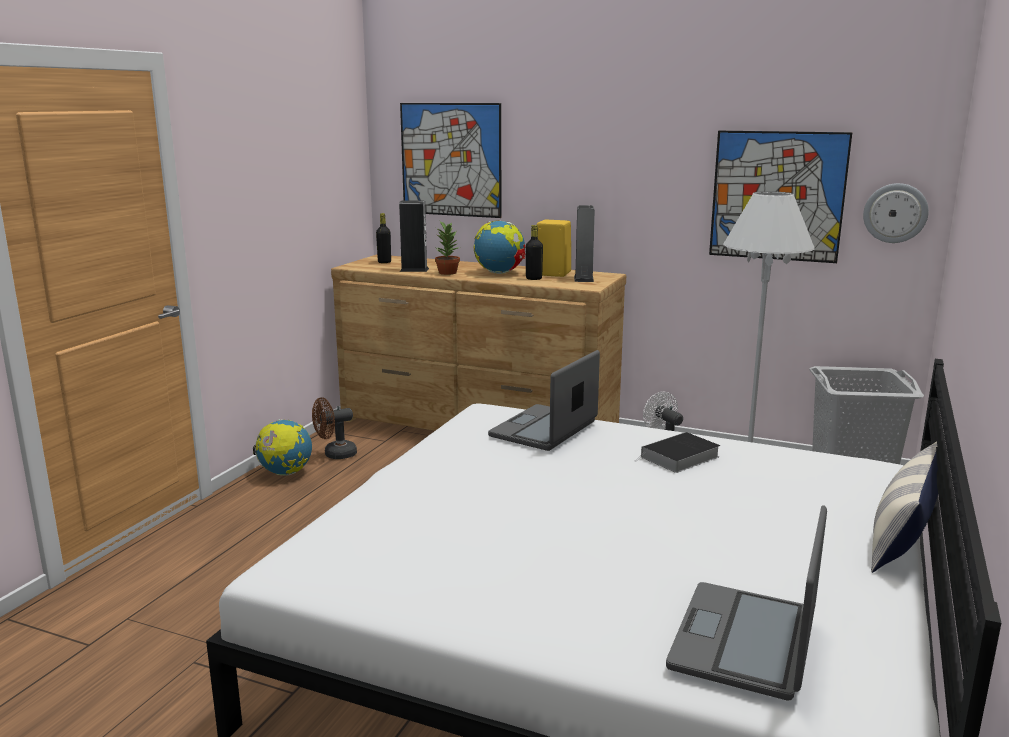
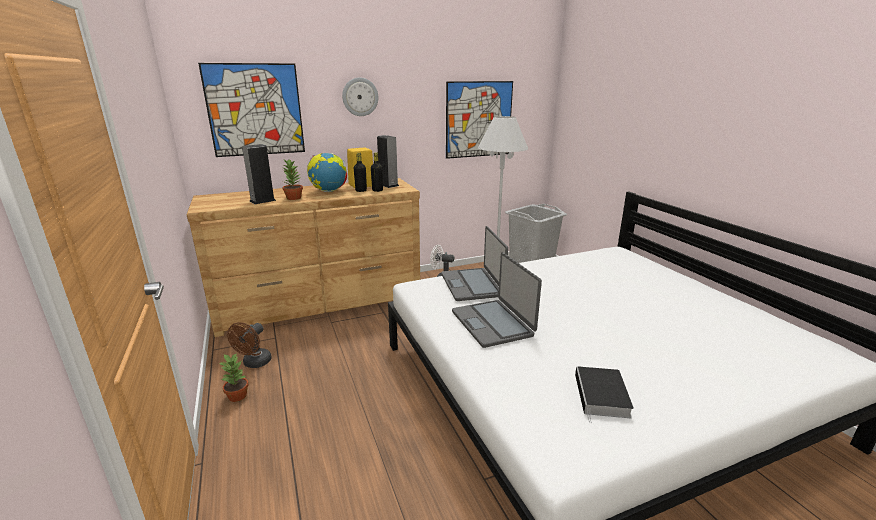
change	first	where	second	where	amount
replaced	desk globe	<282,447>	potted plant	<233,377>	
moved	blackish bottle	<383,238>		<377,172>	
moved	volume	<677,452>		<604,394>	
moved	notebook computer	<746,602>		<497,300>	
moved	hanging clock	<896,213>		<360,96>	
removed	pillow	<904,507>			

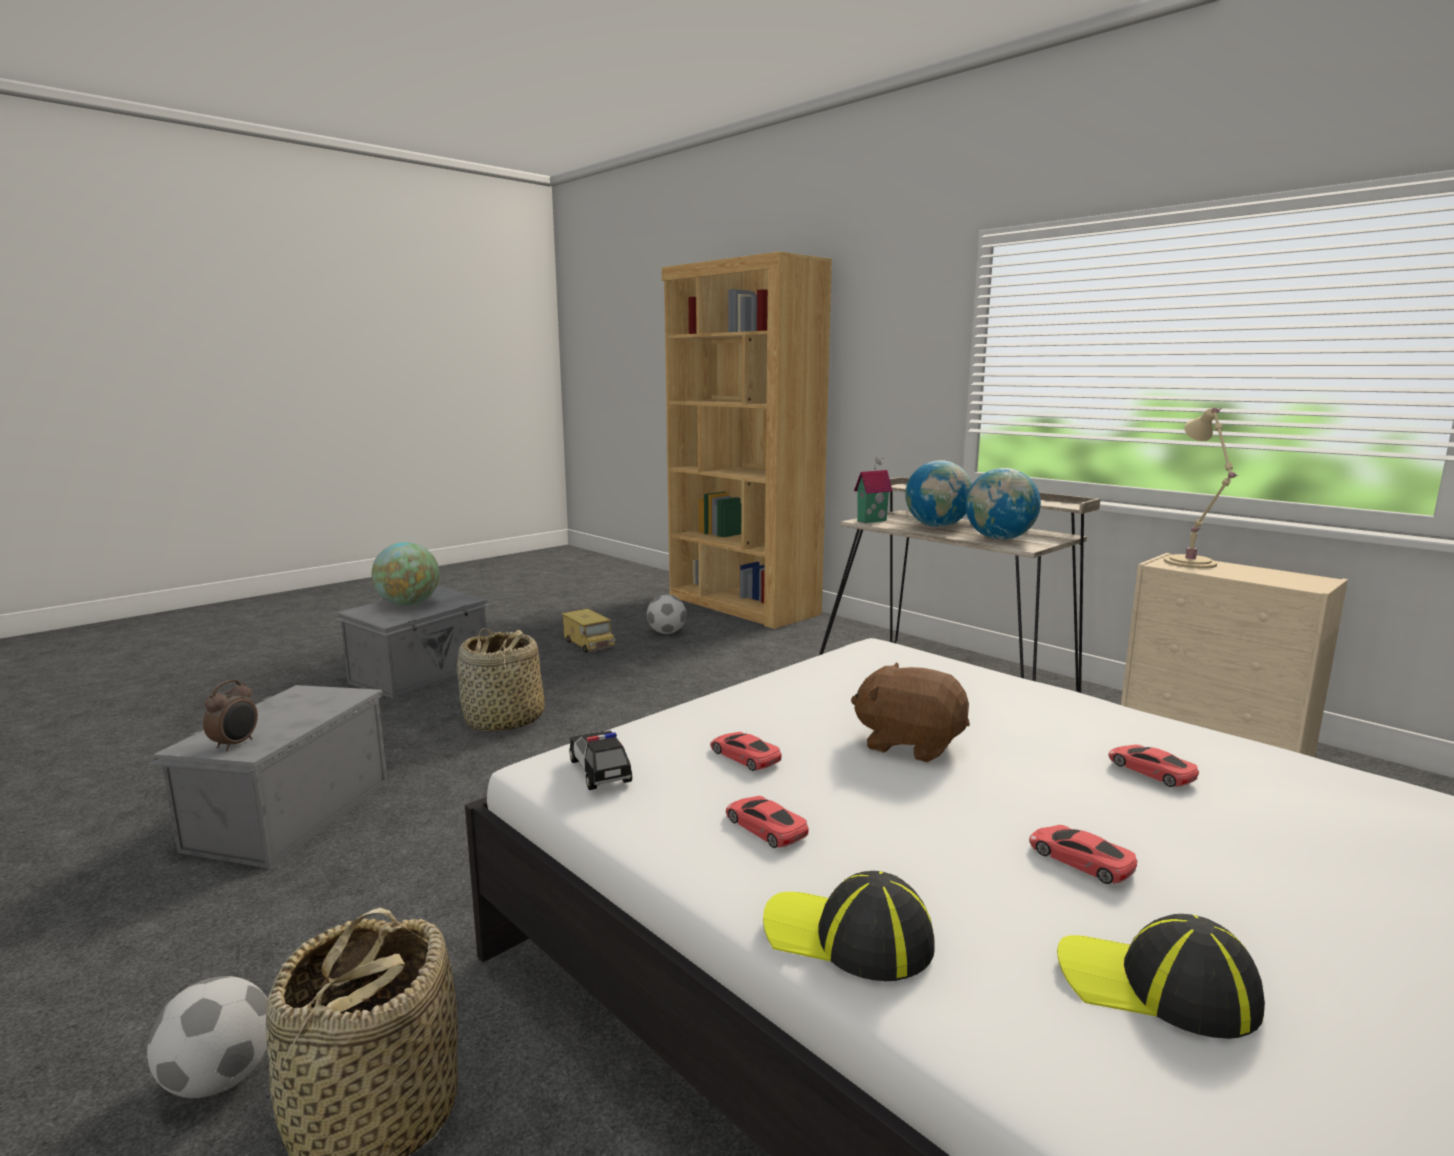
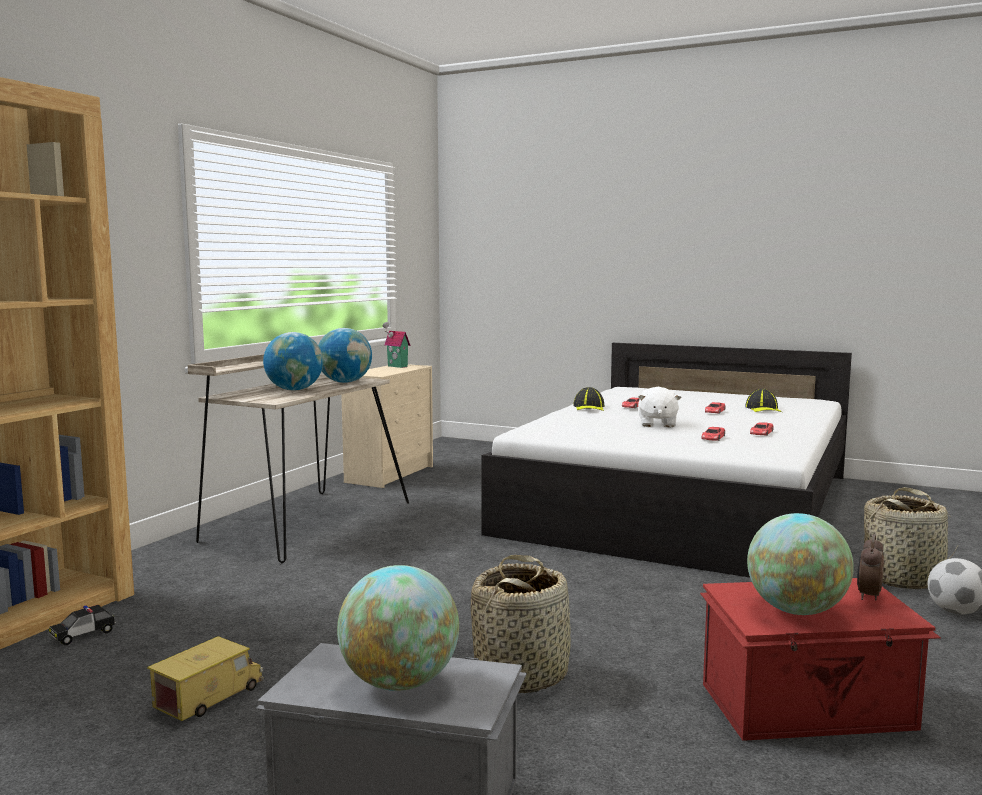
change	first	where	second	where	amount
recoloured	grey storage container	<268,777>	red-coloured storage container	<820,659>	
turned	table clock	<230,715>		<870,567>	60 degrees counterclockwise
moved	toy car	<600,760>		<82,625>	
removed	ball for football	<666,614>			
moved	cap	<849,926>		<588,399>	
recoloured	brownish plush toy	<910,712>	white-coloured plush toy	<660,407>	
moved	toy house	<873,489>		<397,345>	
removed	beige lamp for a table	<1201,488>			
added			desk globe	<800,564>	

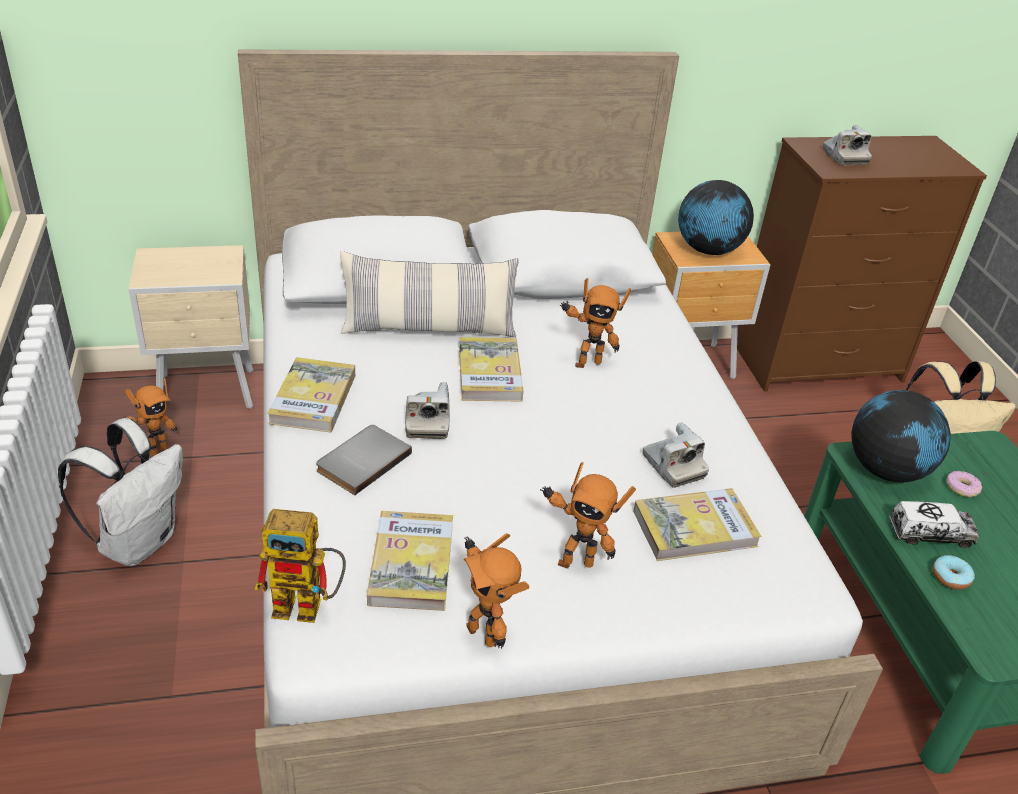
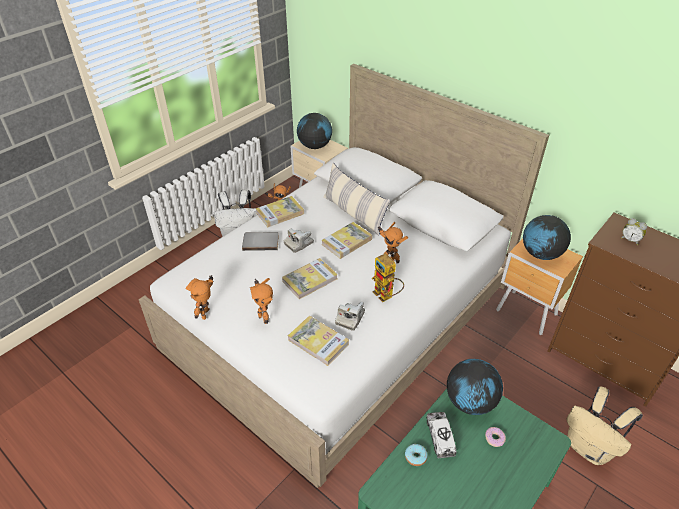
change	first	where	second	where	amount
moved	robot figure	<300,566>		<388,277>	
moved	volume	<410,561>		<310,278>	
replaced	still camera	<847,145>	table clock	<634,231>	
turned	toy truck	<934,524>		<441,435>	150 degrees counterclockwise
added			desk globe	<314,131>	

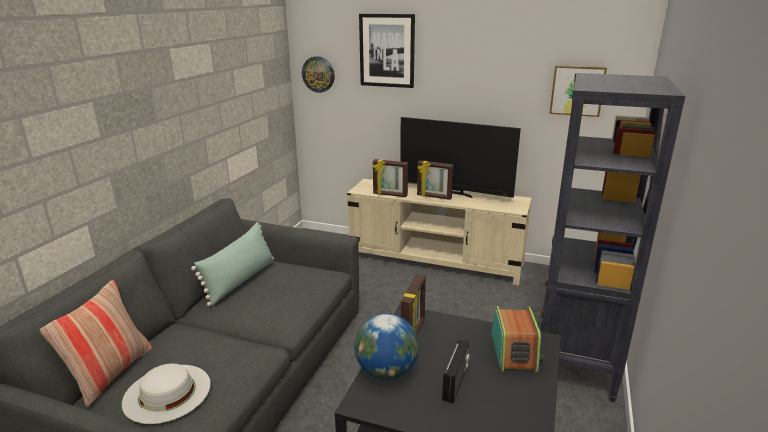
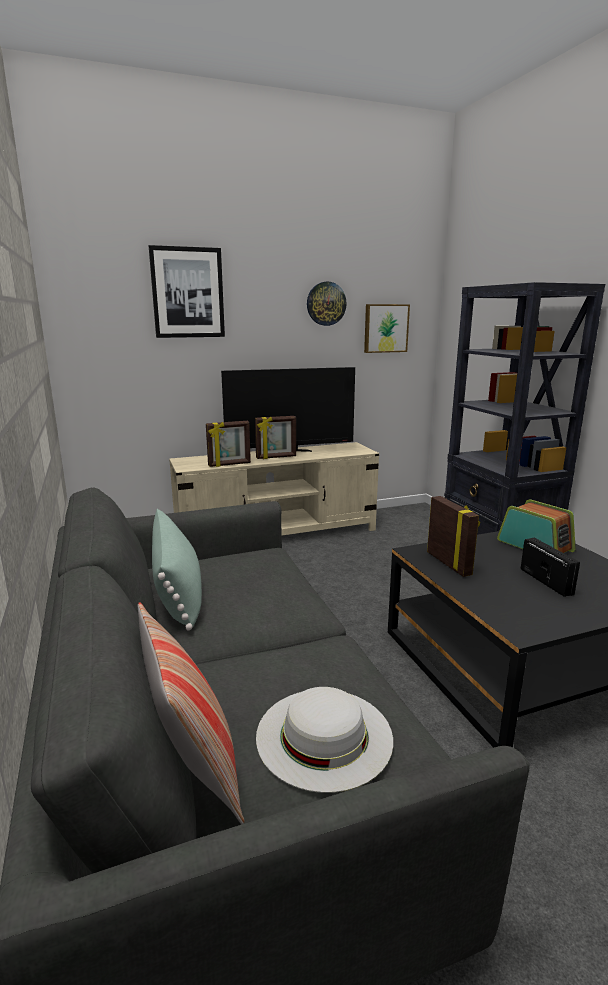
change	first	where	second	where	amount
moved	hanging clock	<318,74>		<327,304>	
removed	desk globe	<386,346>			

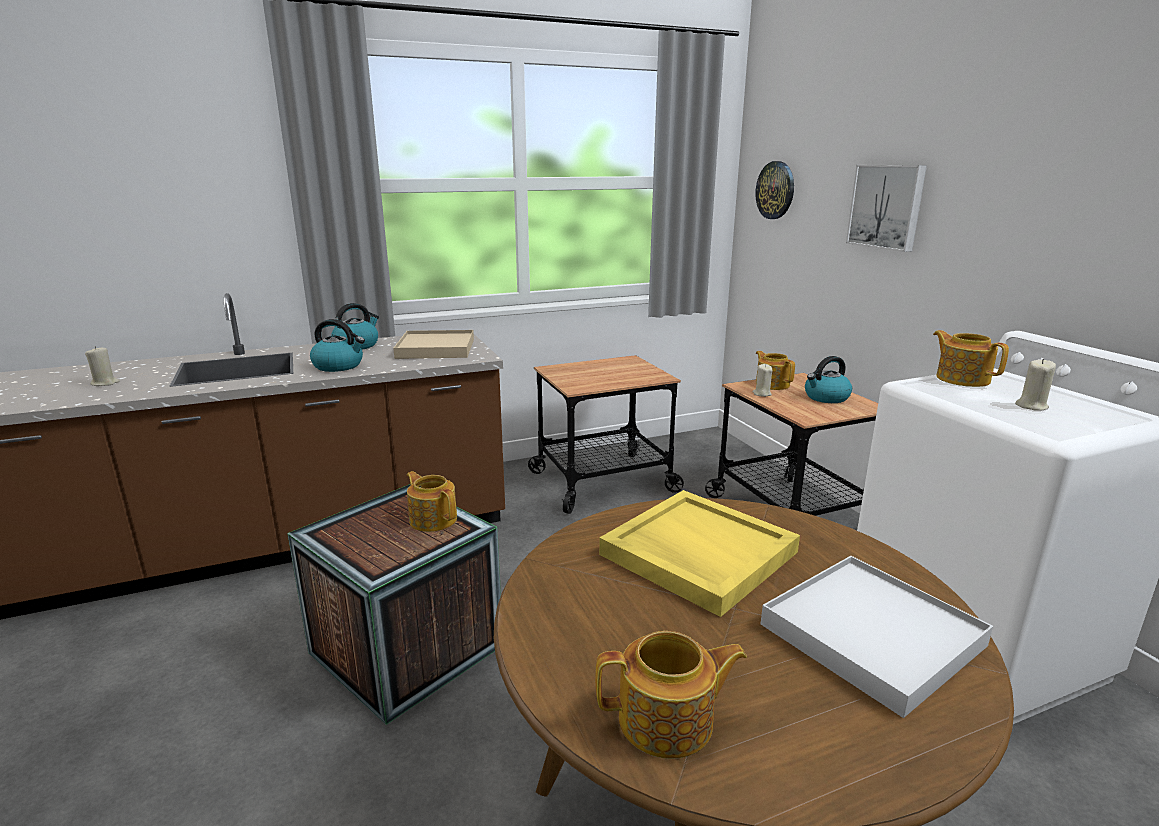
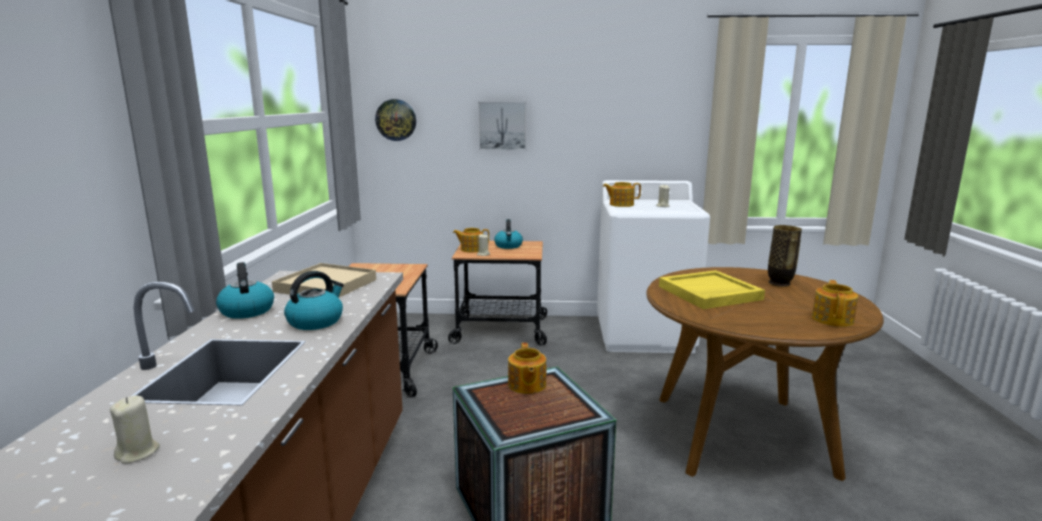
change	first	where	second	where	amount
turned	pot for tea	<432,501>		<527,368>	75 degrees counterclockwise
replaced	white-coloured tray	<877,637>	vase	<785,256>	

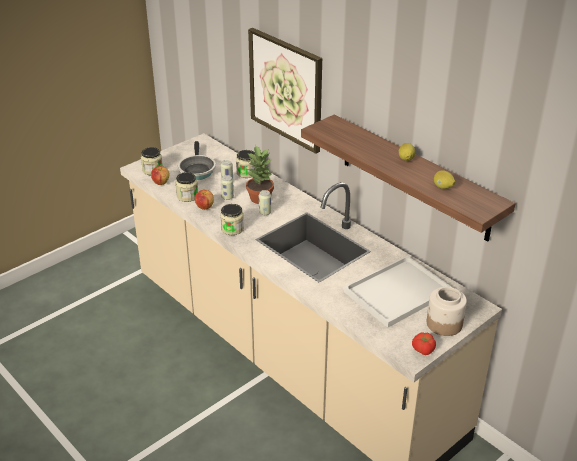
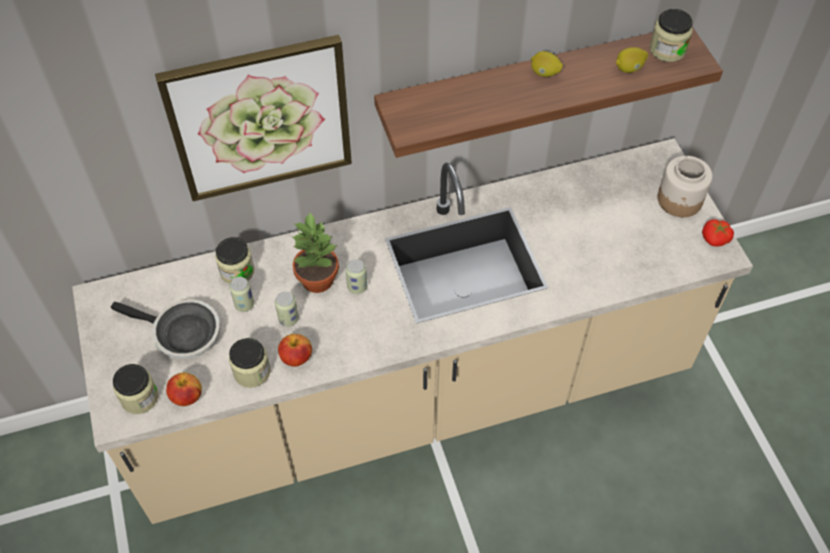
change	first	where	second	where	amount
moved	storage jar	<232,219>		<671,35>	
removed	white-coloured tray	<397,291>			

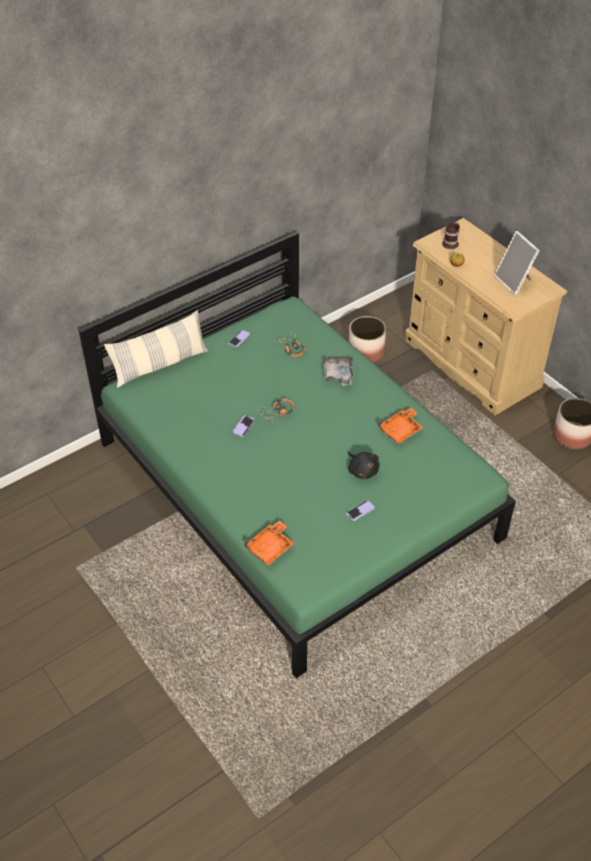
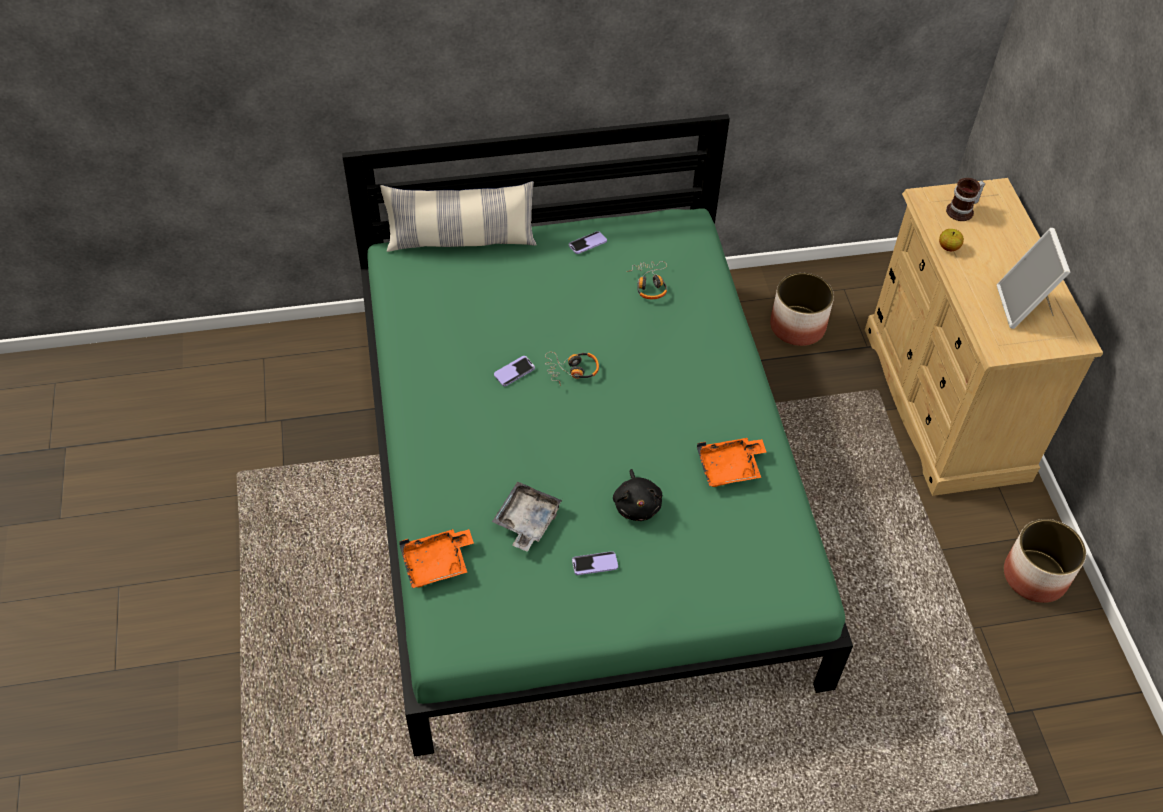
change	first	where	second	where	amount
moved	grey tray	<338,371>		<527,516>	

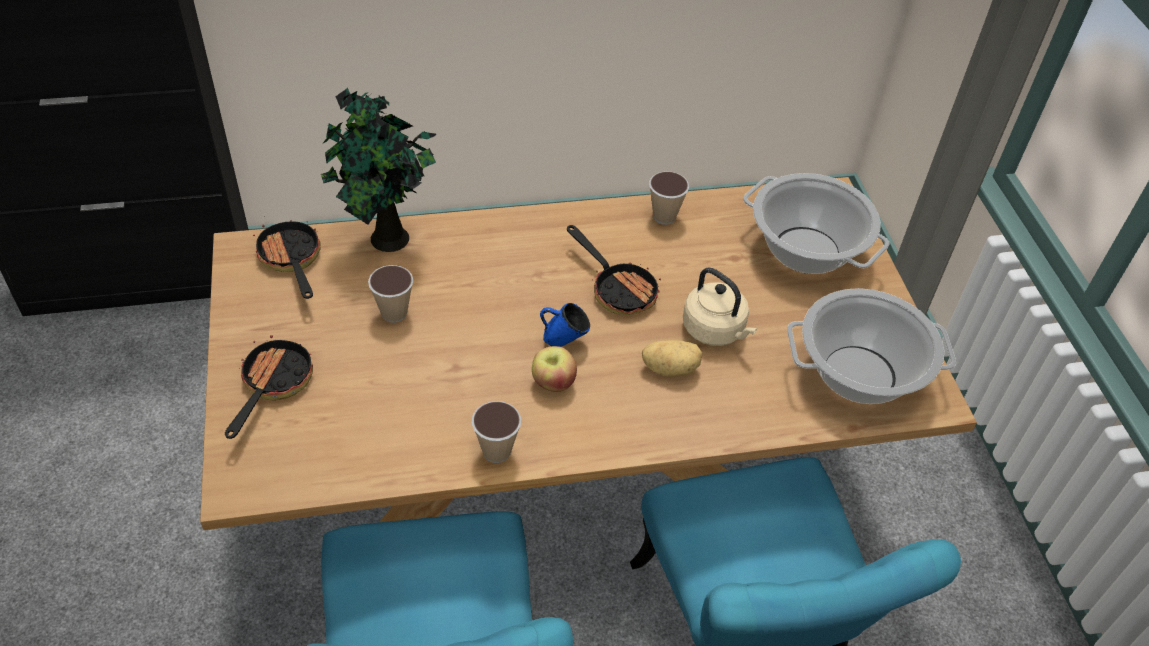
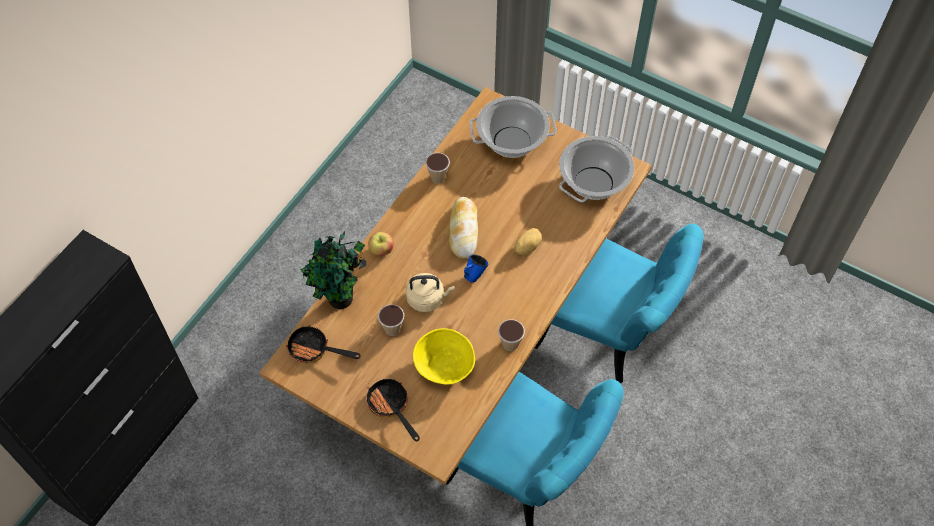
change	first	where	second	where	amount
moved	whole apple	<554,369>		<381,244>	
replaced	skillet	<614,270>	baked bread	<463,228>	
moved	beige water kettle	<720,306>		<430,292>	
added			yellow bowl	<444,356>	

